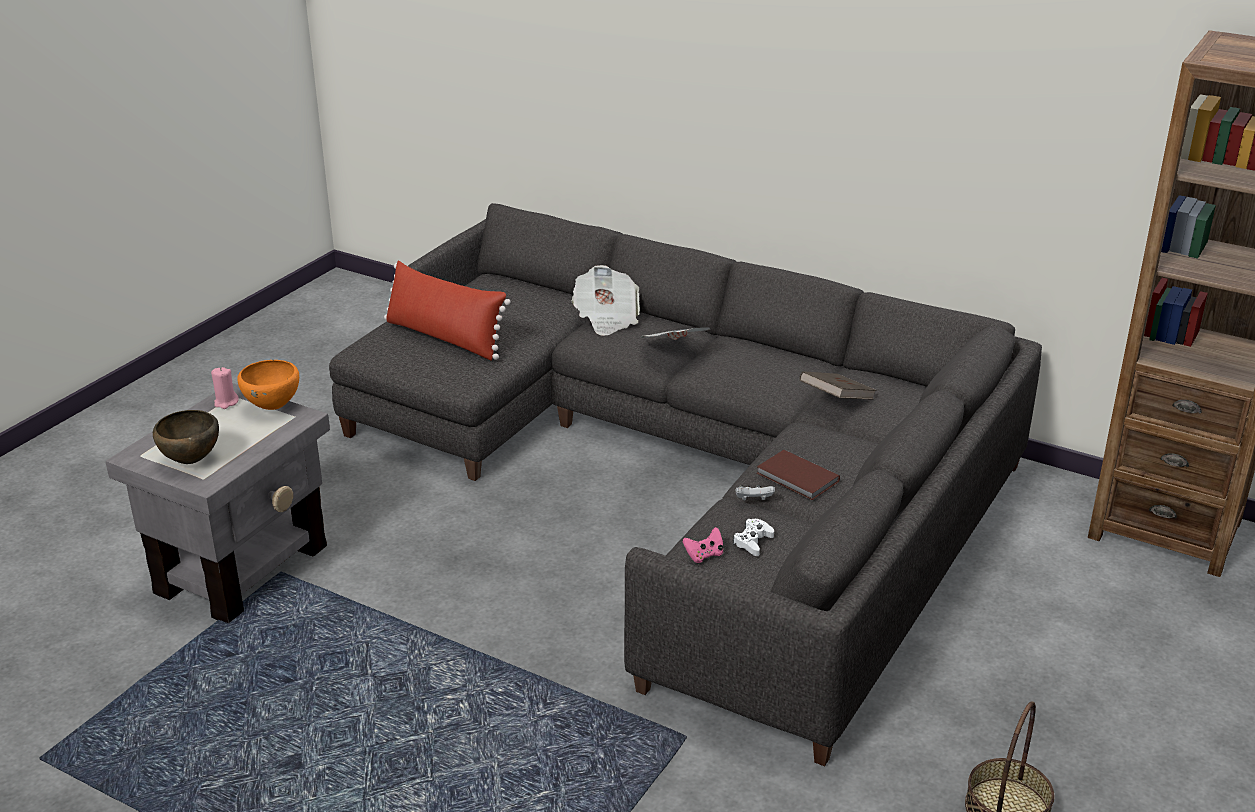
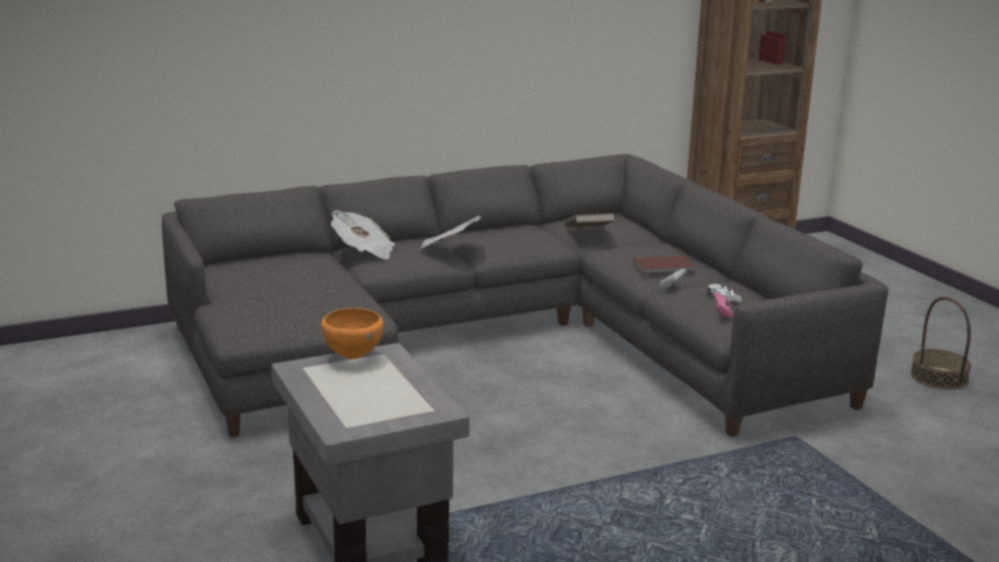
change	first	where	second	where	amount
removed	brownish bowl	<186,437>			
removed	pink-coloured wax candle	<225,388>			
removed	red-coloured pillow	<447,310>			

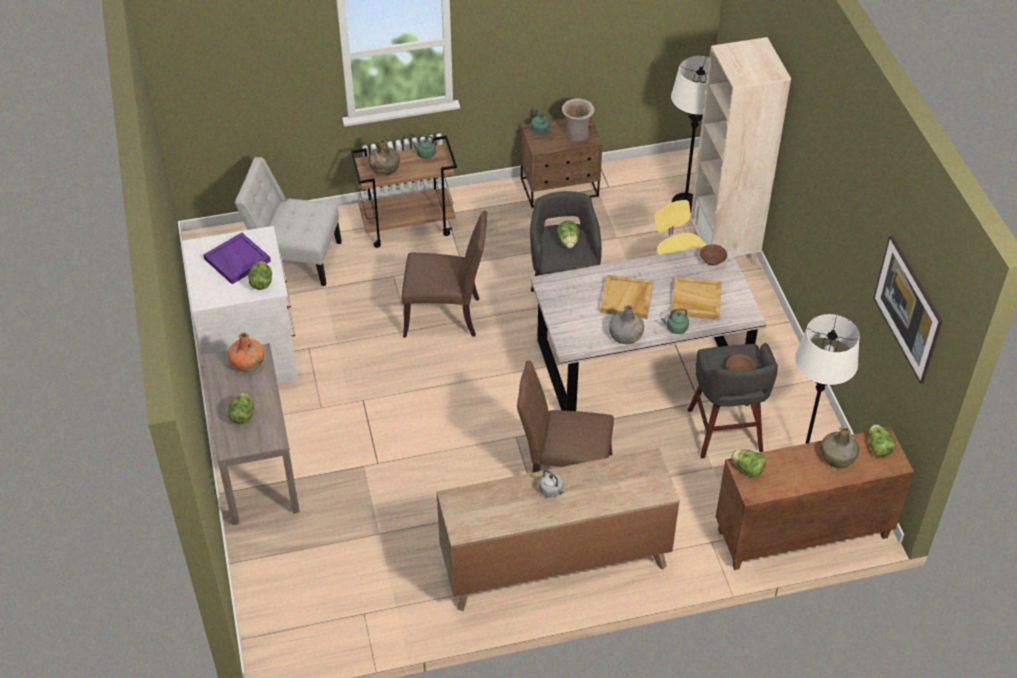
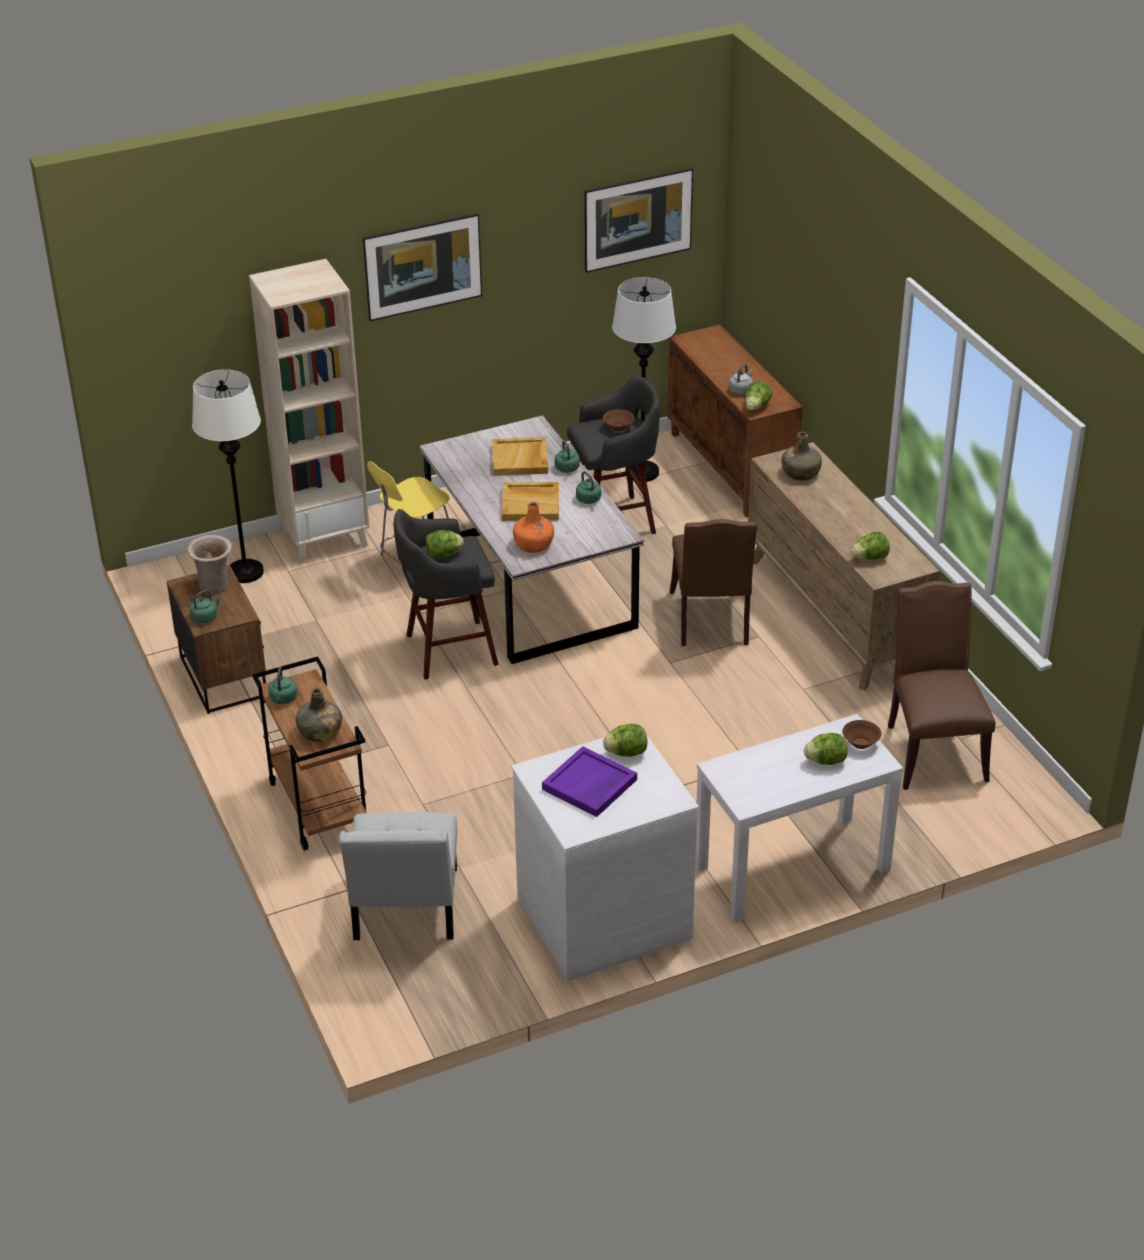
change	first	where	second	where	amount
recoloured	brownish hall table	<251,434>	white-coloured hall table	<799,818>	
moved	orange bottle	<246,352>		<533,527>	
moved	brownish upright chair	<444,274>		<941,685>	
moved	grey water kettle	<552,483>		<741,379>	
replaced	grey bottle	<626,324>	green-coloured water kettle	<588,487>	
moved	brownish bowl	<713,255>		<861,734>	
moved	green-coloured bottle	<840,447>		<801,456>	
moved	lettuce head	<882,440>		<870,546>	
added			picture	<422,267>	

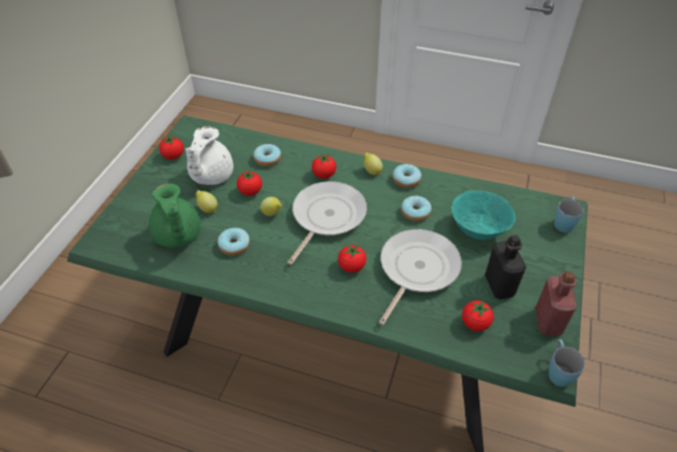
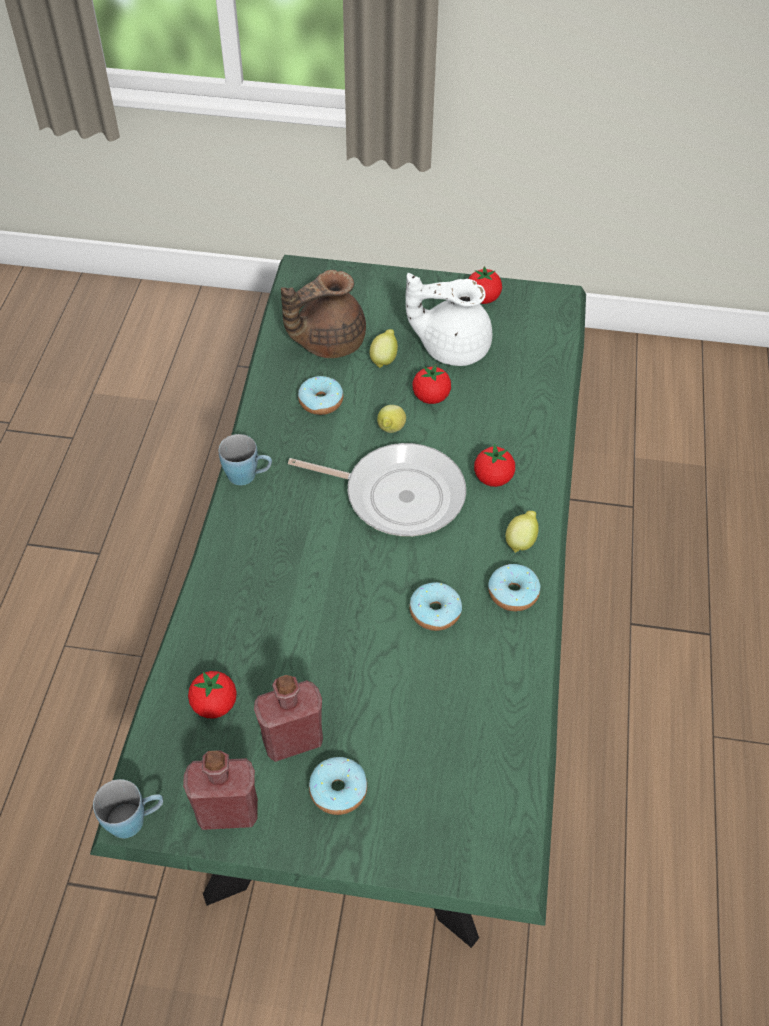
change	first	where	second	where	amount
recoloured	green-coloured pot for tea	<175,215>	brownish pot for tea	<323,314>	
moved	donut	<267,155>		<338,786>	
removed	whole tomato	<352,258>			
removed	skillet	<420,277>			
removed	blue-green bowl	<483,215>			
recoloured	blackish bottle	<505,267>	red-coloured bottle	<288,718>	
moved	blue tea mug	<569,214>		<245,459>	

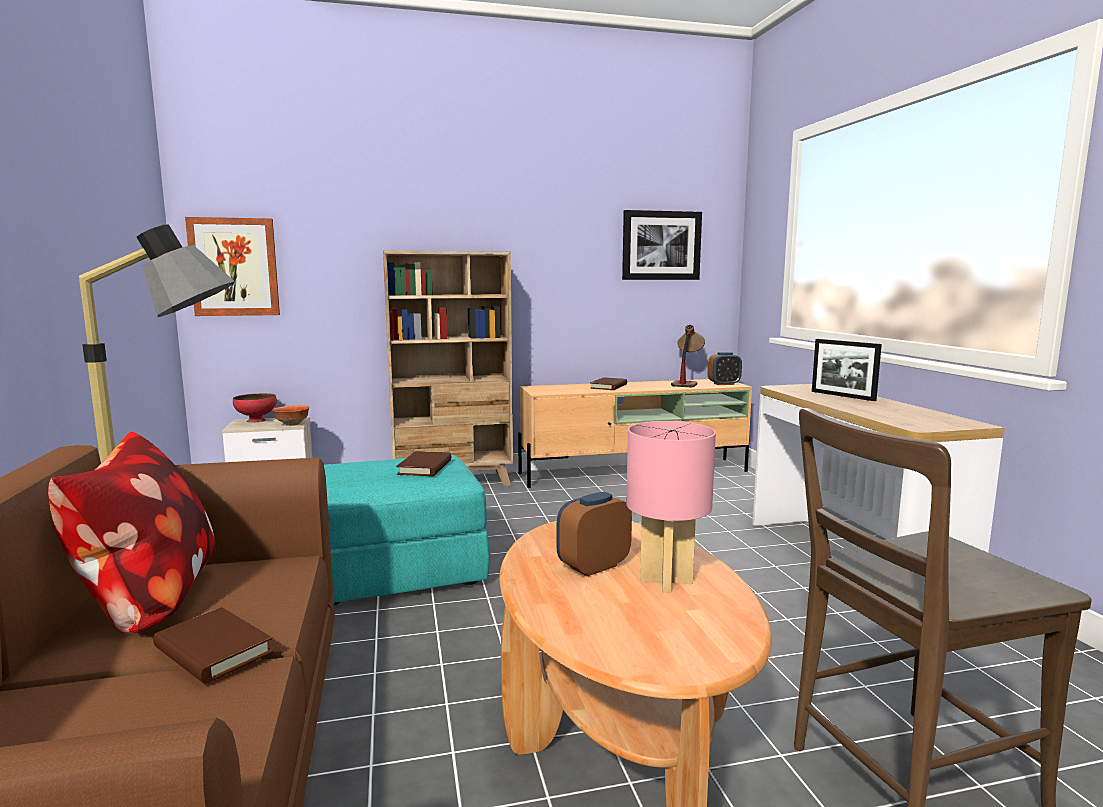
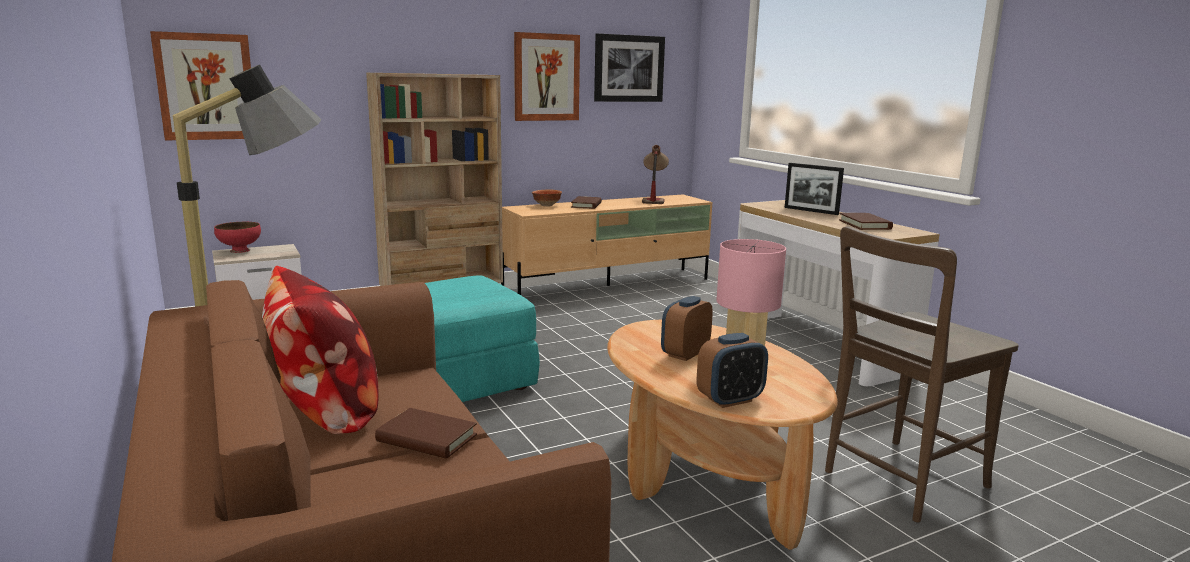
change	first	where	second	where	amount
moved	bowl	<290,415>		<547,198>	
moved	brownish volume	<423,463>		<866,221>	
moved	table clock	<725,368>		<732,370>	
added			picture	<547,76>	

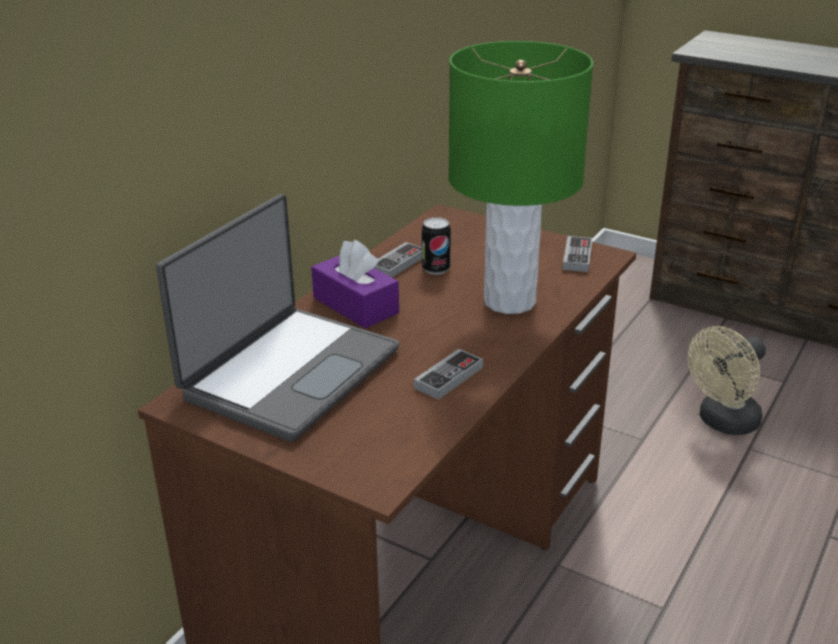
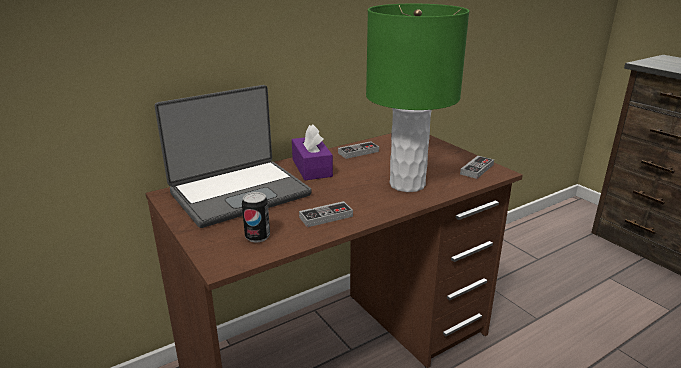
change	first	where	second	where	amount
moved	can	<436,246>		<256,217>	
removed	beige electric fan	<727,380>			

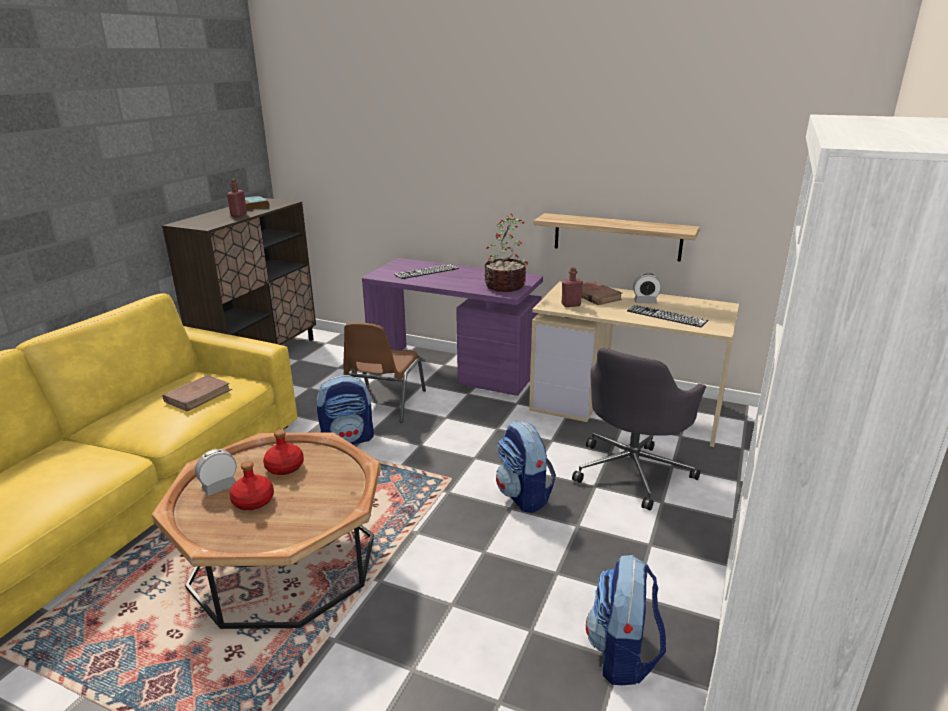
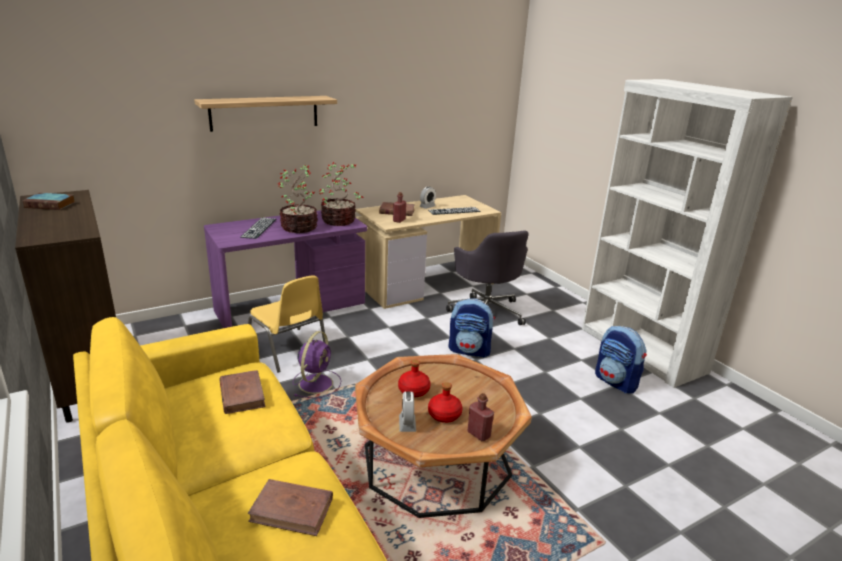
change	first	where	second	where	amount
moved	red-coloured bottle	<237,198>		<480,417>	
replaced	rucksack	<345,409>	purple-coloured electric fan	<317,364>	
recoloured	brownish upright chair	<385,372>	yellow upright chair	<286,324>	
moved	bracket shelf	<616,237>		<265,114>	
added			brownish volume	<290,507>	
added			potted plant	<298,199>	

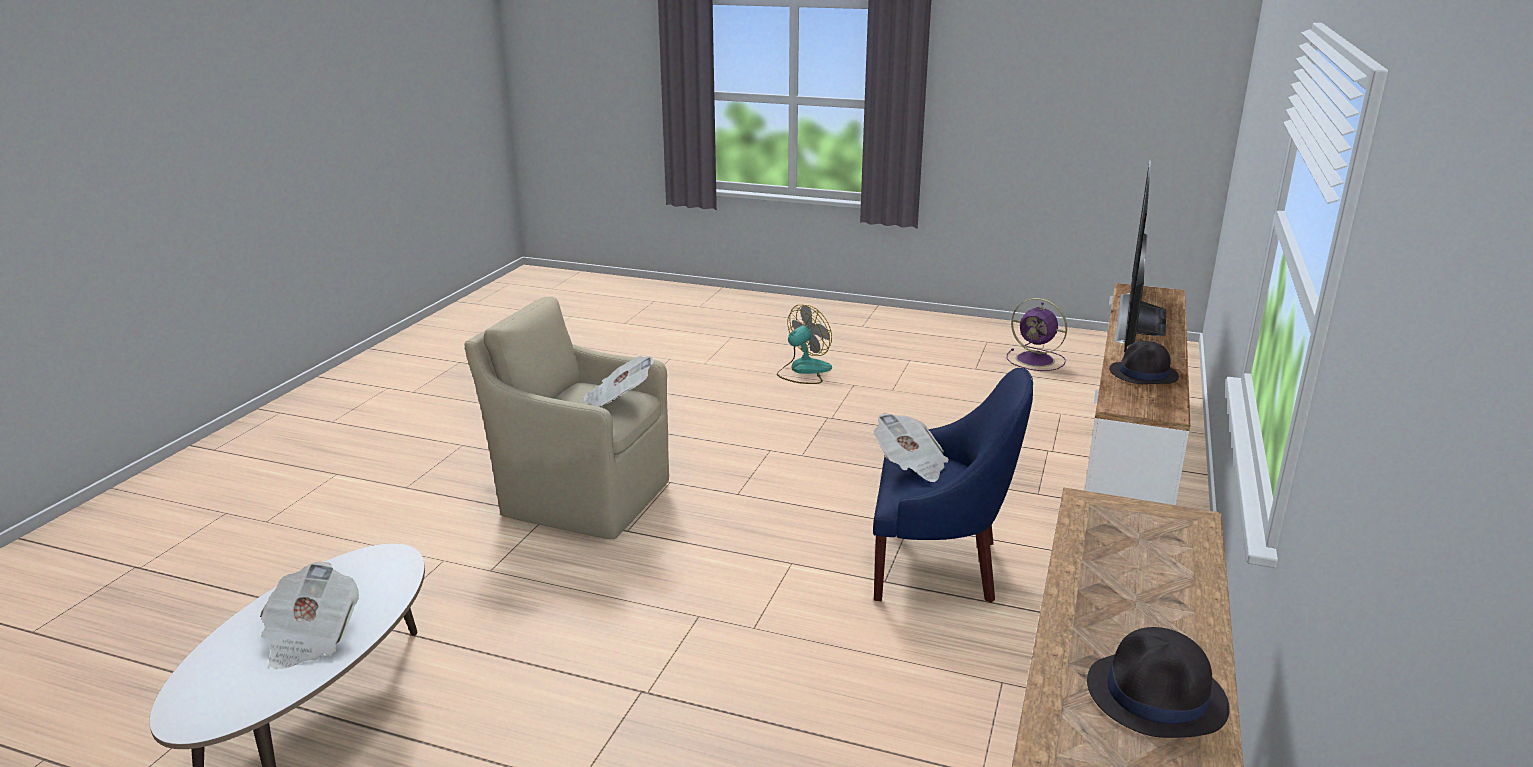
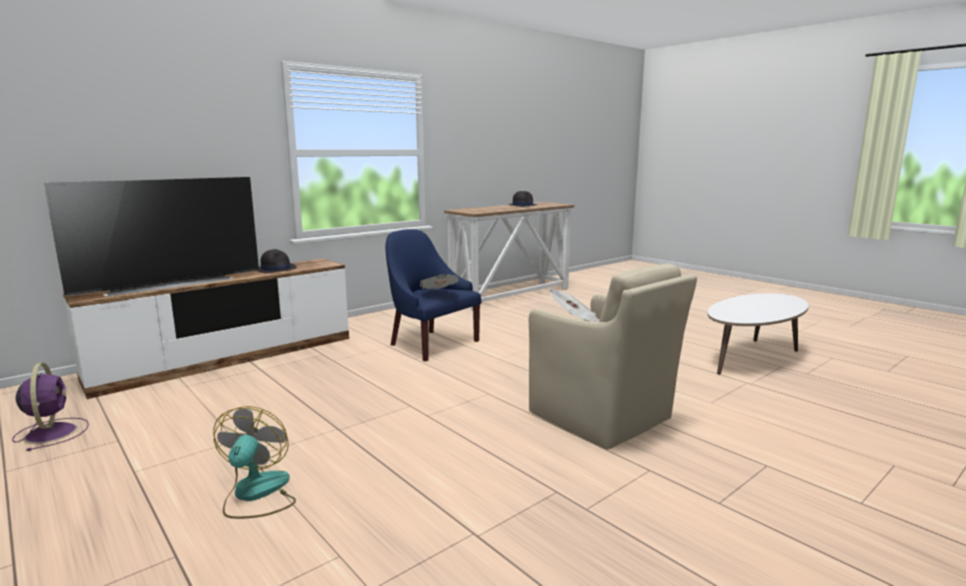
change	first	where	second	where	amount
removed	daily paper	<309,615>			
turned	electric fan	<804,344>		<254,462>	105 degrees clockwise

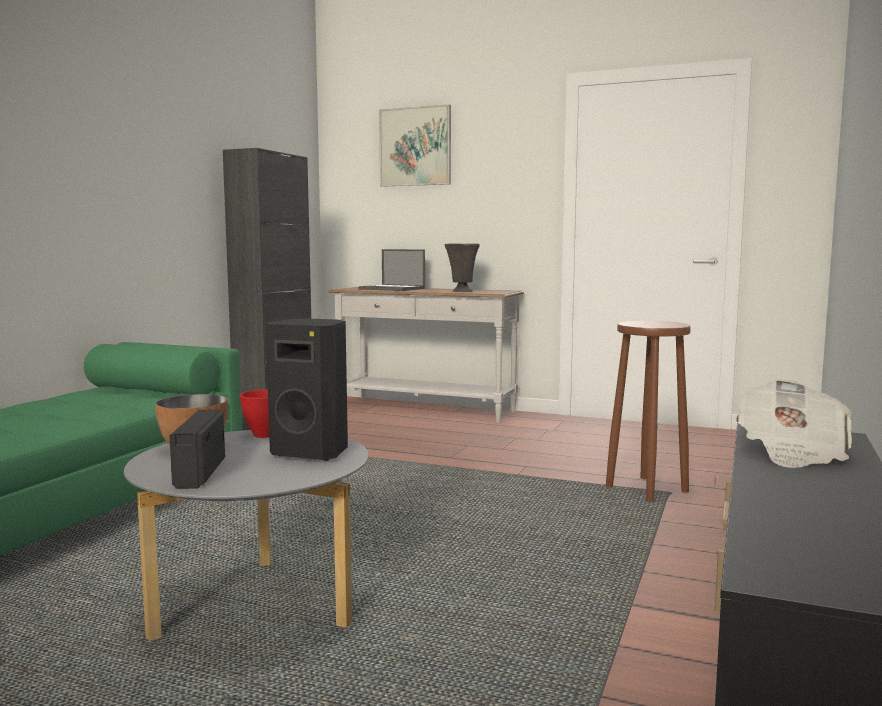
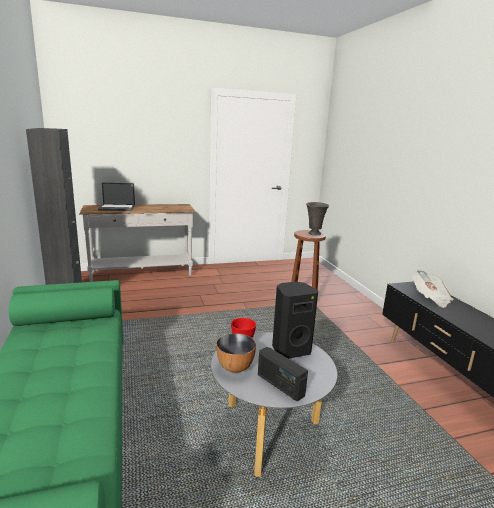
change	first	where	second	where	amount
removed	picture	<415,145>			
moved	grey vase	<462,267>		<317,218>	

